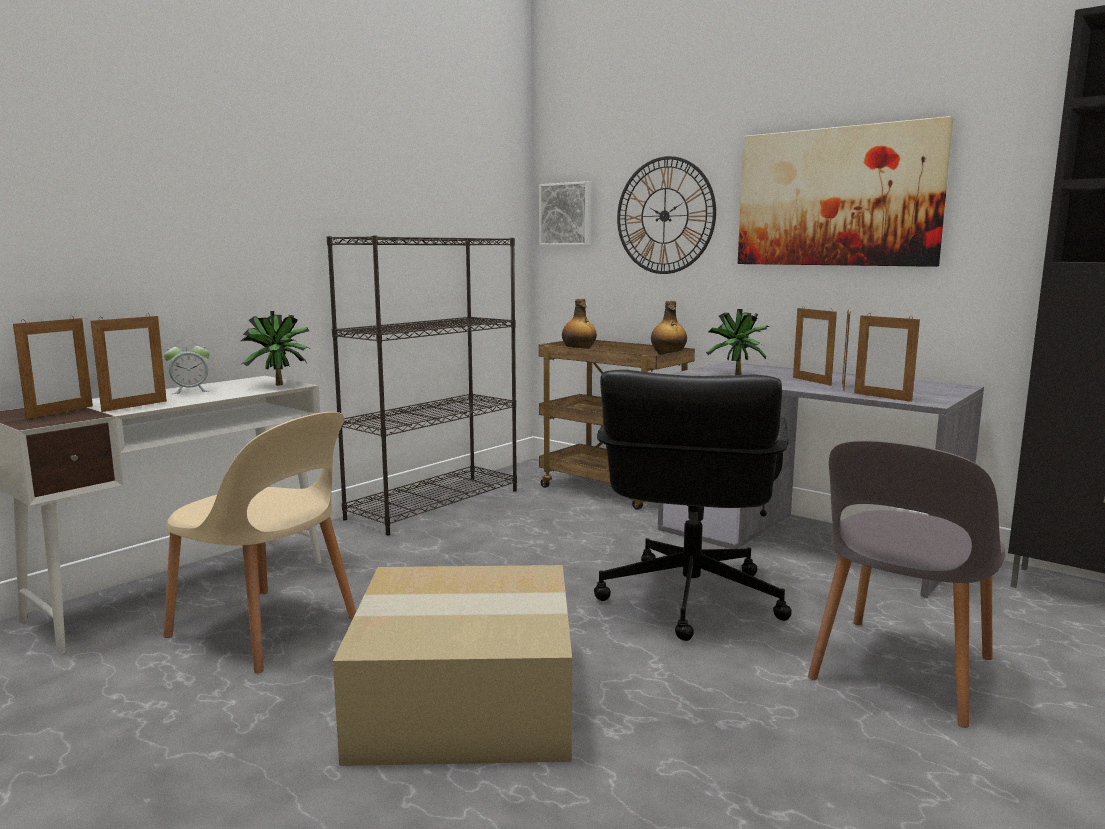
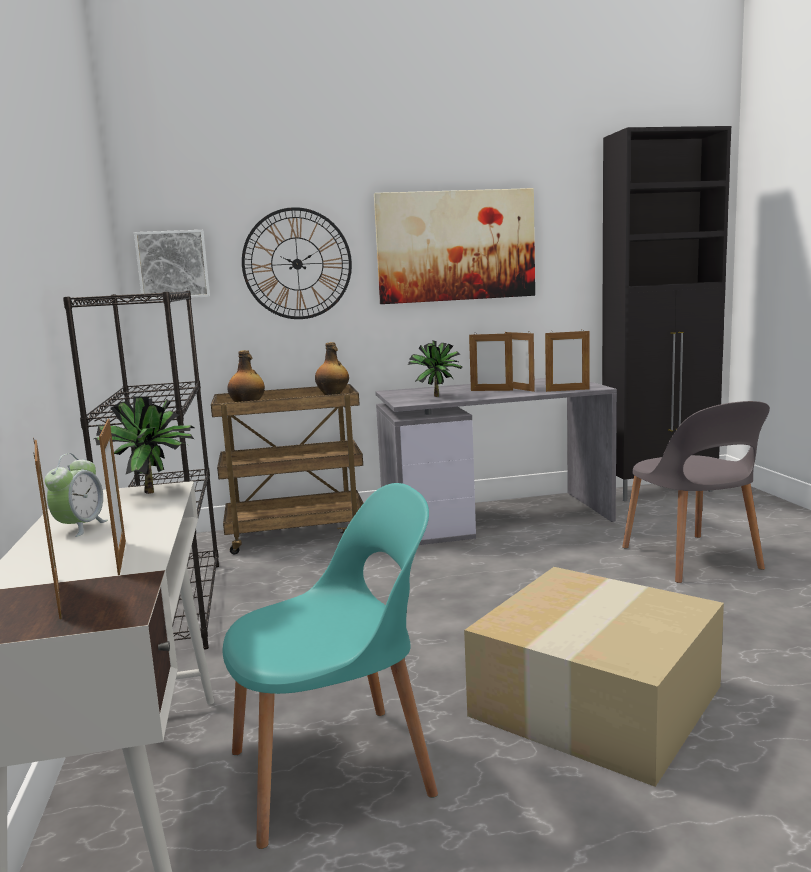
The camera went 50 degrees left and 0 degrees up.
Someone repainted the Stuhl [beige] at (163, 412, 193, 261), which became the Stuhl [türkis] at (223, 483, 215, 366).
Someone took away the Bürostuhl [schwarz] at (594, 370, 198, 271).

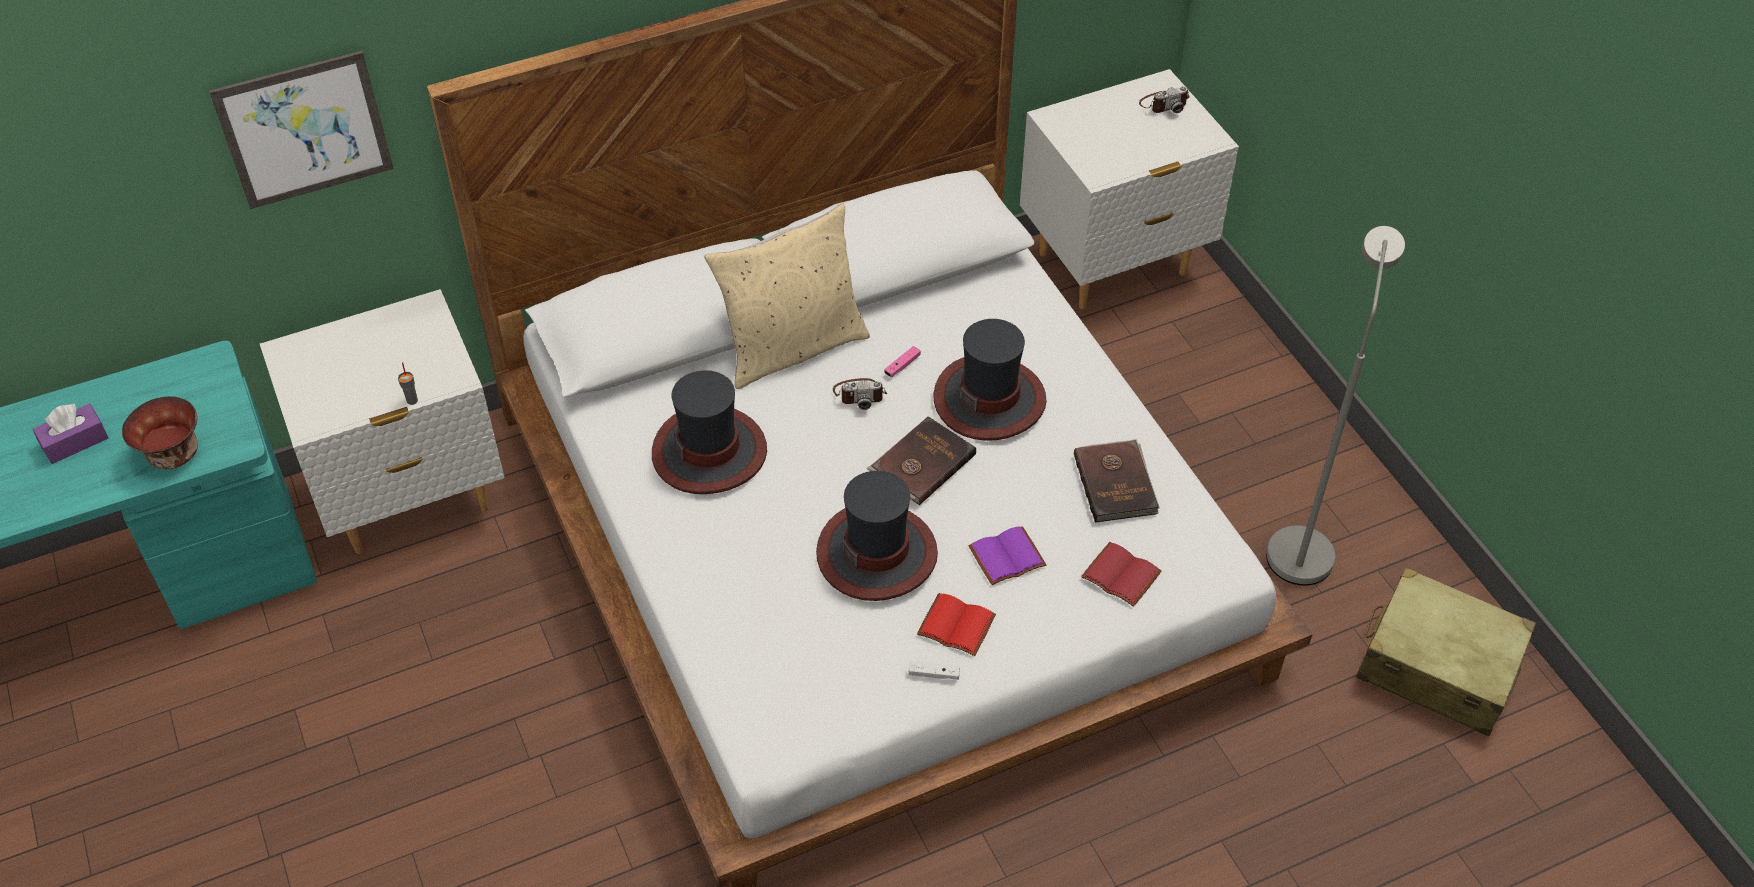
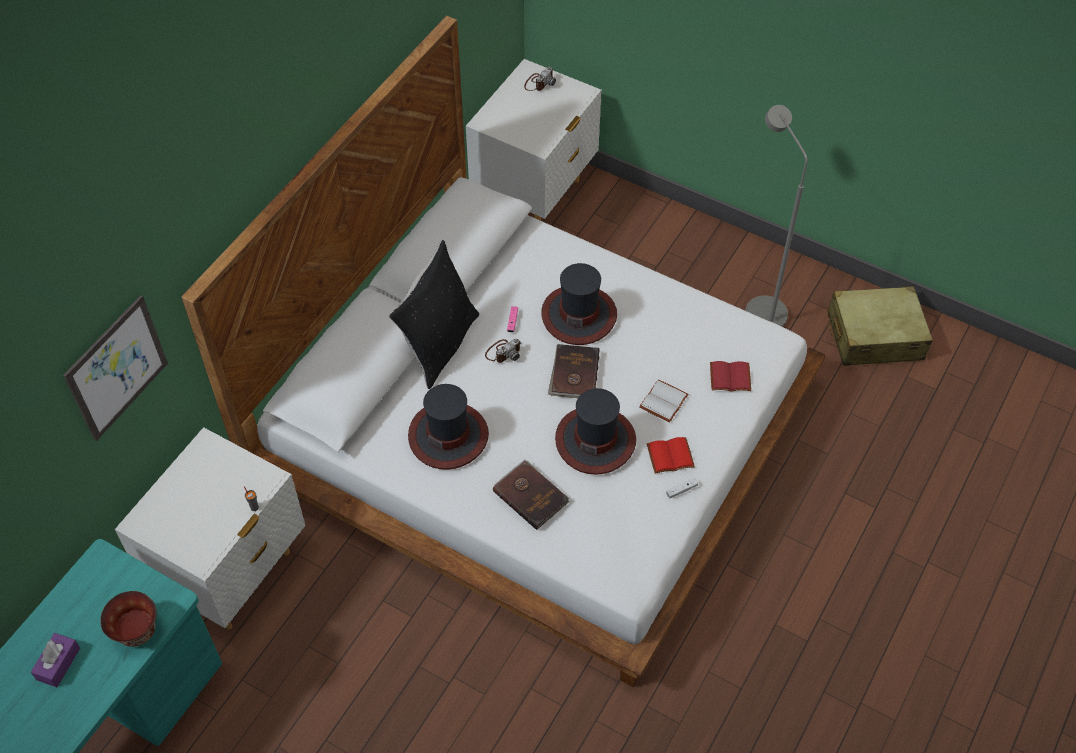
The camera went 35 degrees left and 5 degrees up.
Someone repainted the Kissen [beige] at (704, 204, 166, 185), which became the Kissen [schwarz] at (389, 240, 90, 149).
Someone repainted the Buch [lila] at (968, 526, 78, 59), which became the Buch [weiß] at (639, 379, 50, 43).
Someone carried the Buch [braun] from (1074, 439, 86, 84) to (493, 459, 77, 71).

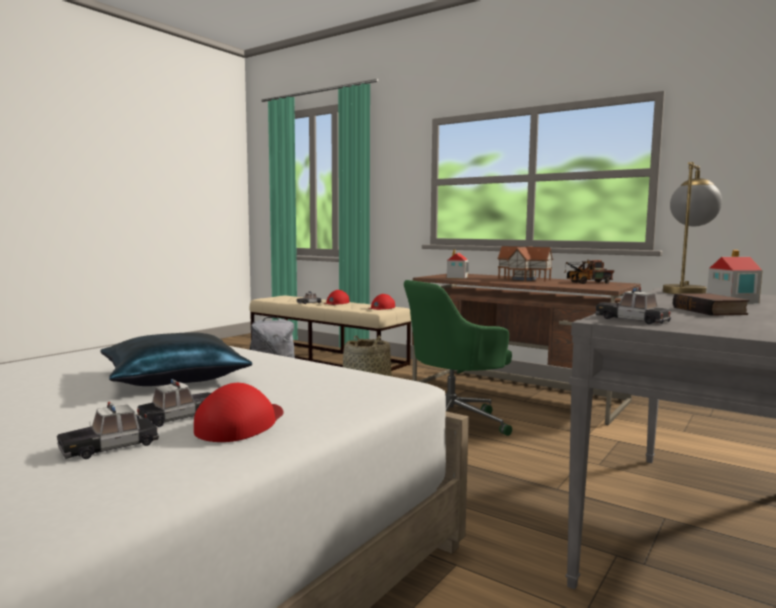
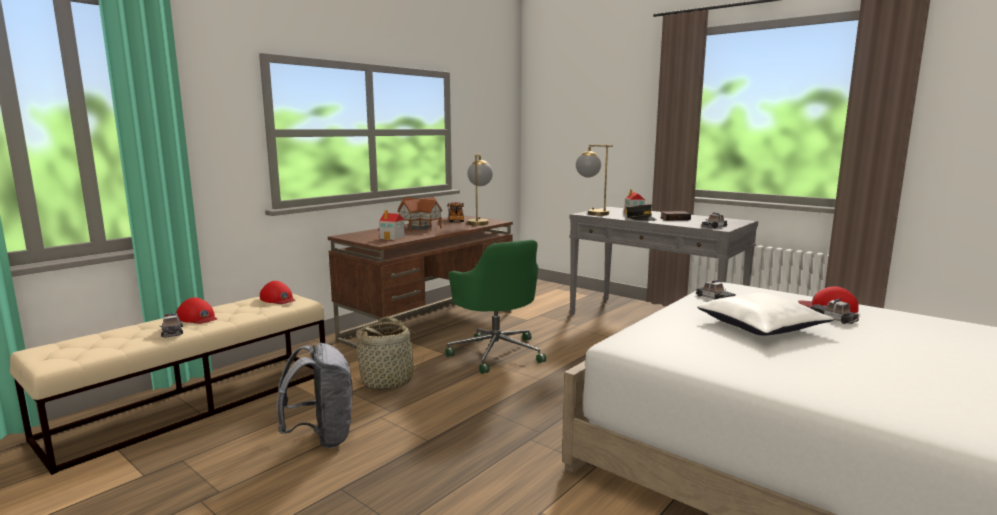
The camera went 85 degrees left and 5 degrees up.
Someone carried the Spielzeugauto from (57, 402, 102, 57) to (696, 280, 40, 19).
Someone repainted the Kissen [blau] at (100, 332, 152, 54), which became the Kissen [weiß] at (697, 293, 138, 43).
Someone put down the Tischlampe at (467, 153, 26, 73).
Someone put down the Kappe [grau] at (626, 204, 30, 17).

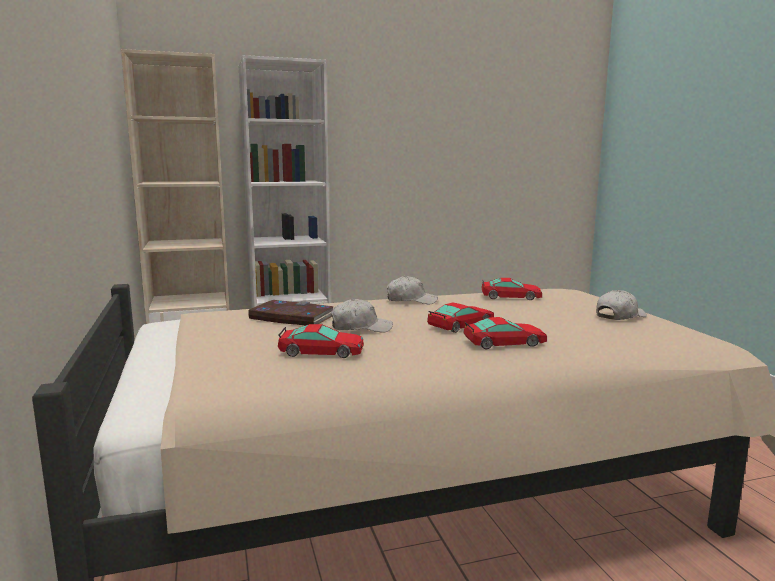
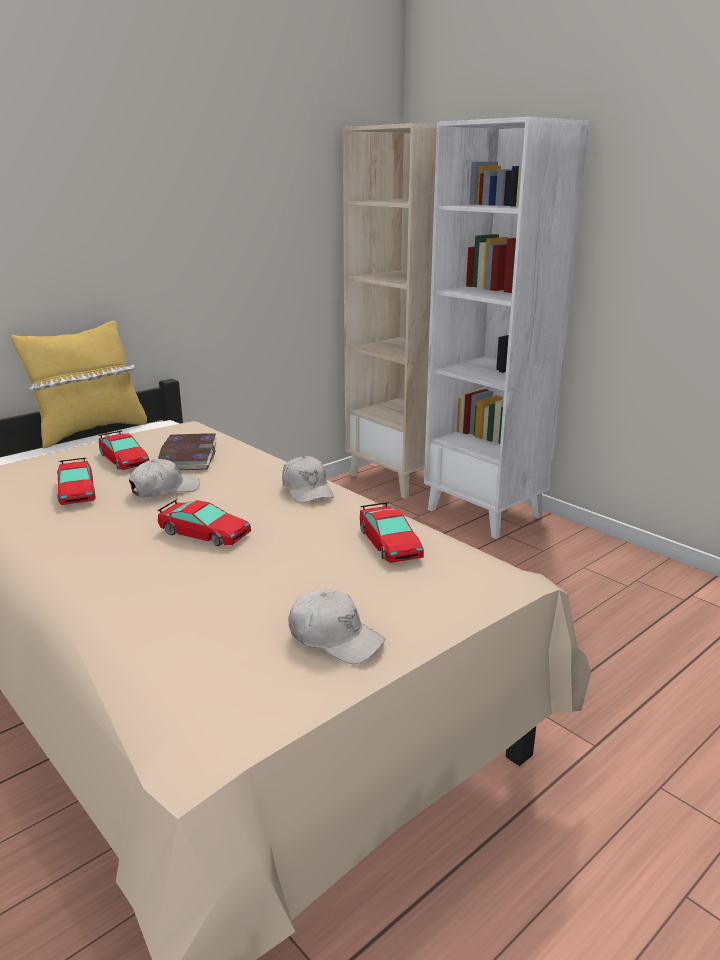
The camera went 65 degrees right and 10 degrees up.
Someone rotated the Kappe [weiß] at (331, 299, 62, 34) by 90 degrees counterclockwise.
Someone carried the Spielzeugauto from (463, 317, 84, 32) to (98, 431, 52, 39).
Someone put down the Kissen [gelb] at (11, 321, 136, 127).

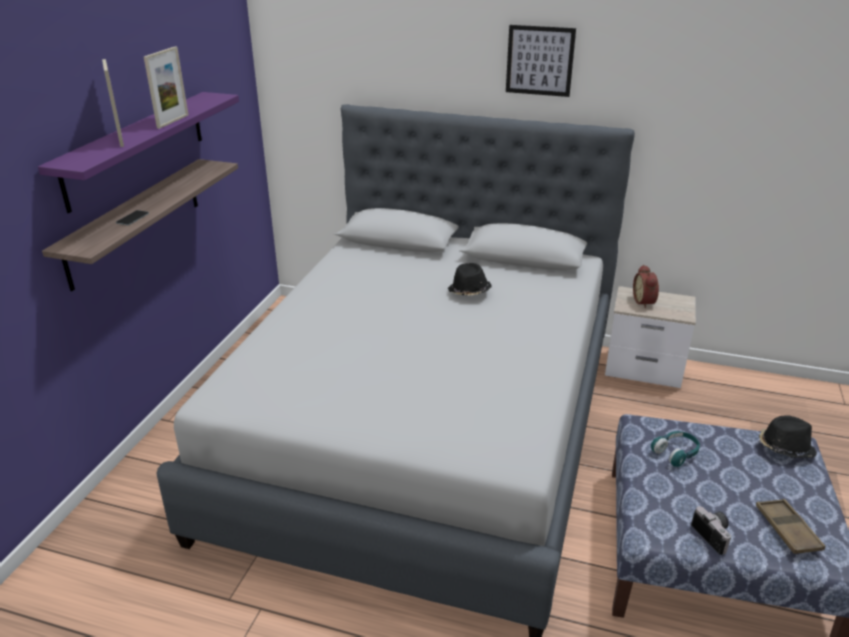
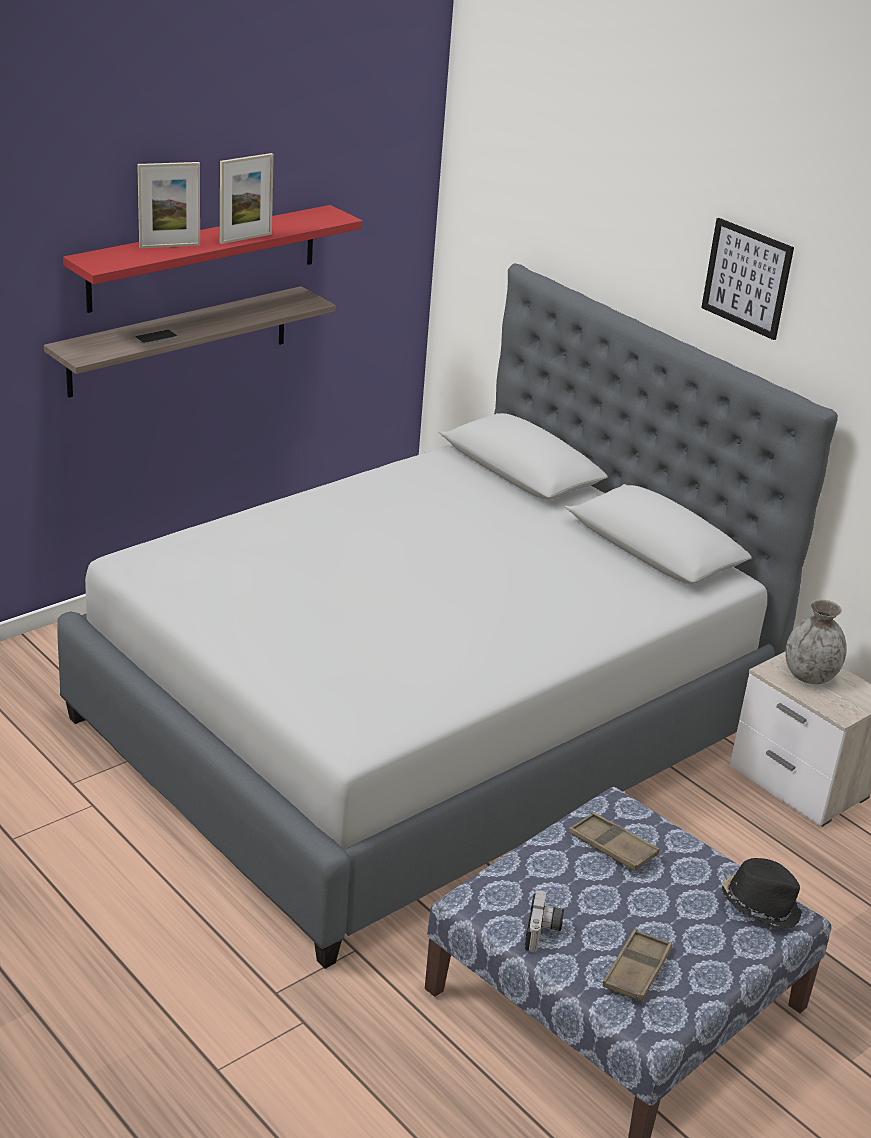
The camera went 30 degrees right and 0 degrees up.
Someone repainted the Wandregal [lila] at (38, 92, 201, 121), which became the Wandregal [rot] at (63, 205, 299, 108).
Someone rotated the Bilderrahmen at (102, 59, 22, 88) by 120 degrees counterclockwise.
Someone took away the Hut [schwarz] at (448, 263, 44, 33).
Someone swapped the Wecker at (633, 265, 26, 44) for the Vase [grau] at (785, 599, 61, 85).
Someone swapped the Kopfhörer [türkis] at (651, 431, 49, 36) for the Tablett [braun] at (569, 812, 91, 59).

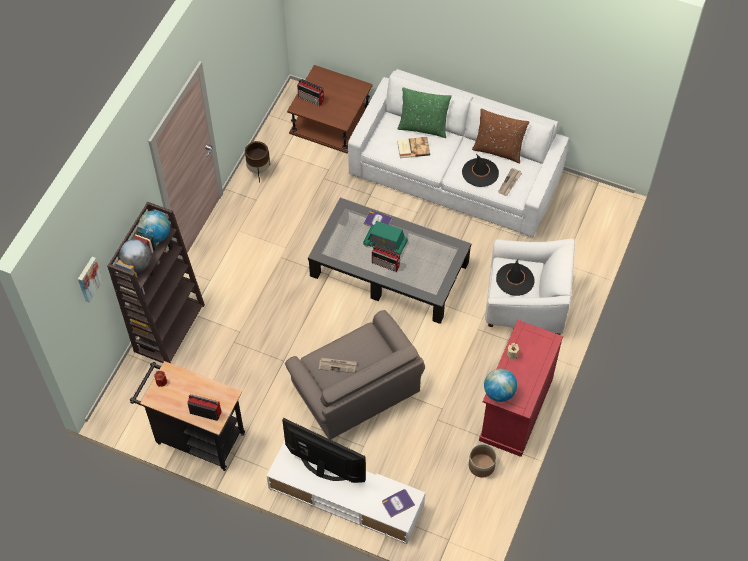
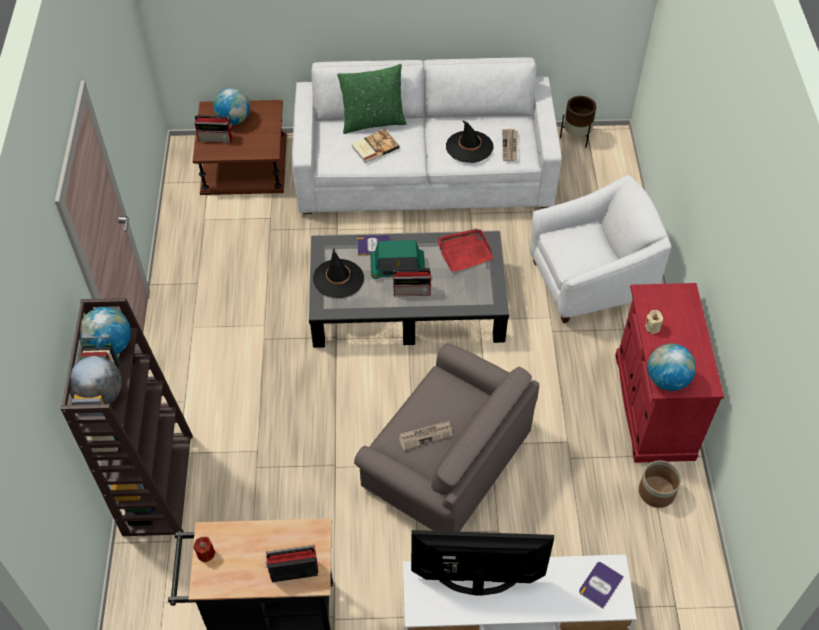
The camera went 25 degrees left and 5 degrees down.
Someone took away the Bild at (78, 257, 25, 46).
Someone carried the Pflanzkübel [braun] from (245, 141, 25, 41) to (560, 96, 36, 52).
Someone took away the Kissen [braun] at (472, 109, 57, 54).
Someone carried the Hut [schwarz] from (496, 259, 39, 37) to (313, 248, 51, 50).
Someone put down the Globus at (213, 88, 37, 37).
Someone put down the Tablett [rot] at (437, 229, 56, 43).

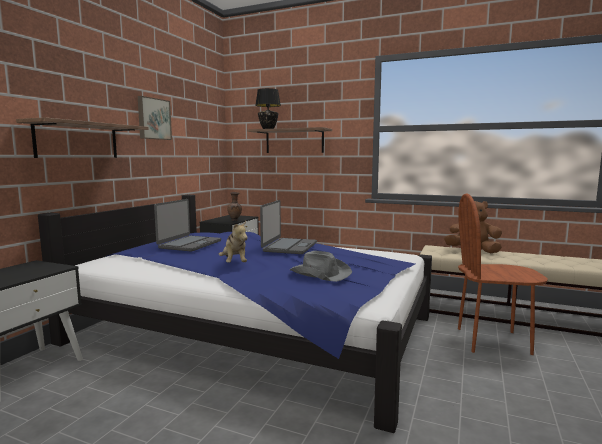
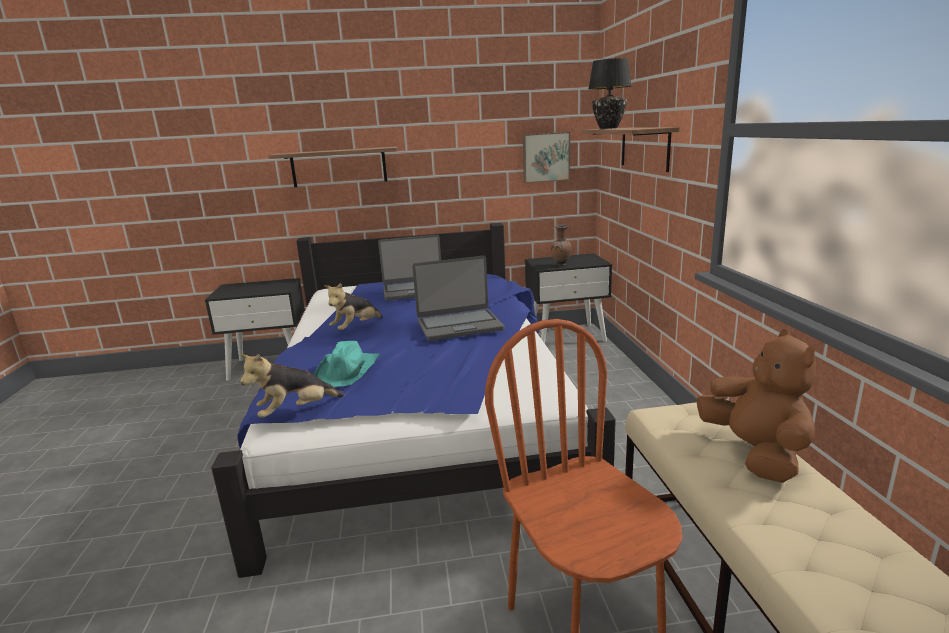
The camera went 60 degrees right and 10 degrees up.
Someone carried the Bild from (138, 96, 34, 44) to (523, 132, 47, 51).
Someone repainted the Hut [grau] at (290, 251, 62, 31), which became the Hut [türkis] at (314, 341, 66, 46).
Someone put down the Plüschtier at (239, 354, 106, 64).

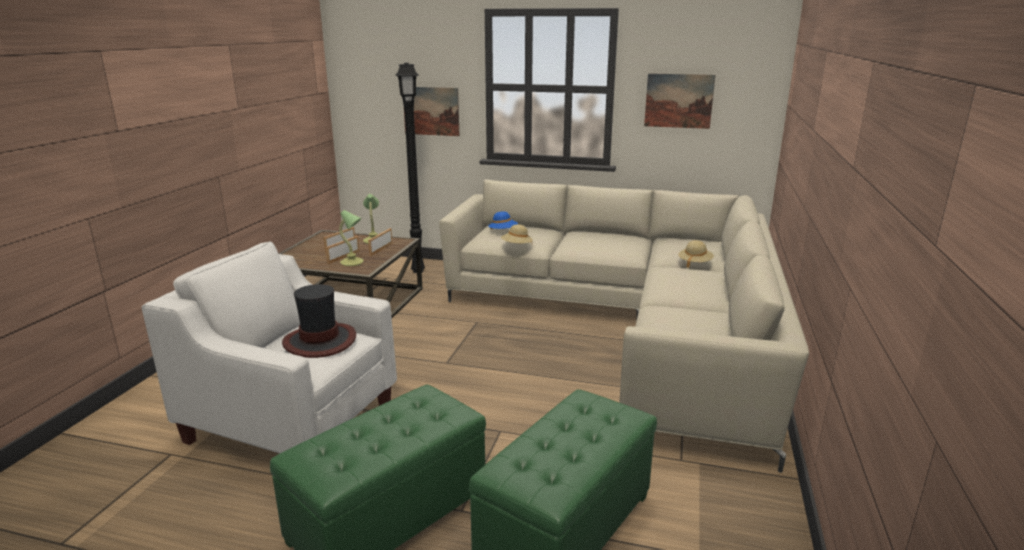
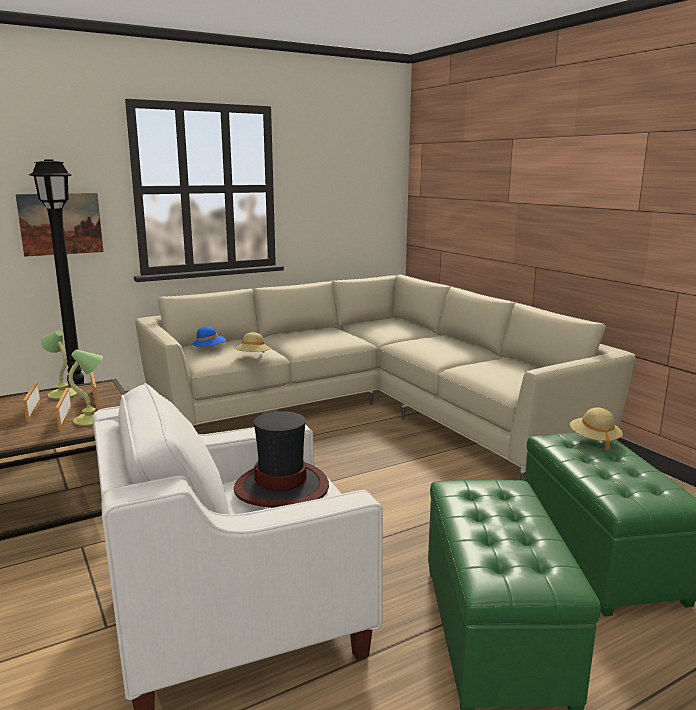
The camera went 45 degrees left and 5 degrees down.
Someone took away the Bild at (644, 74, 72, 55).
Someone carried the Hut [beige] from (678, 240, 36, 28) to (570, 408, 53, 43).

